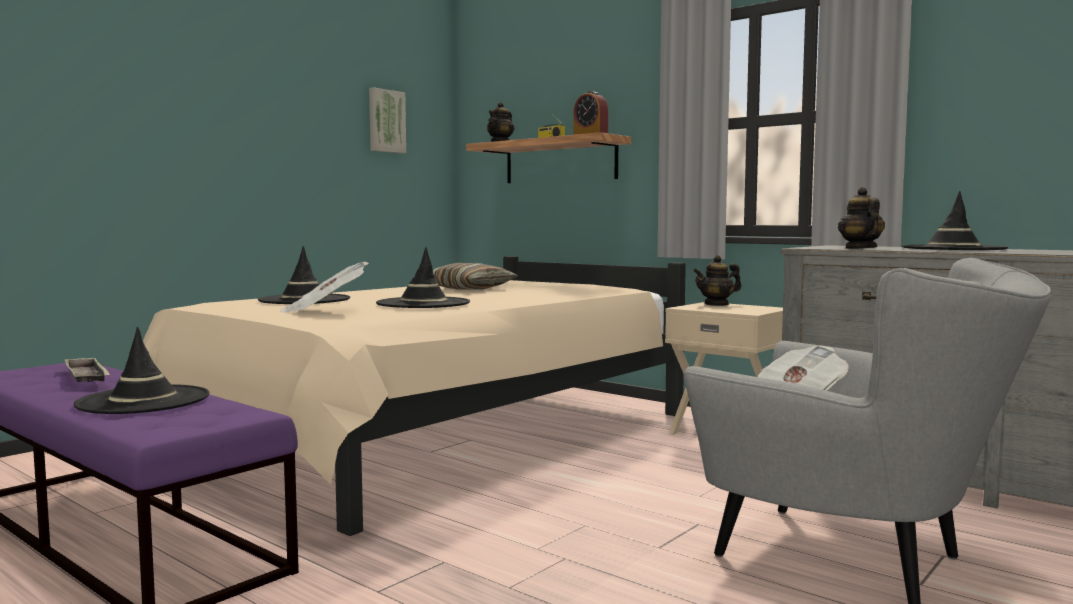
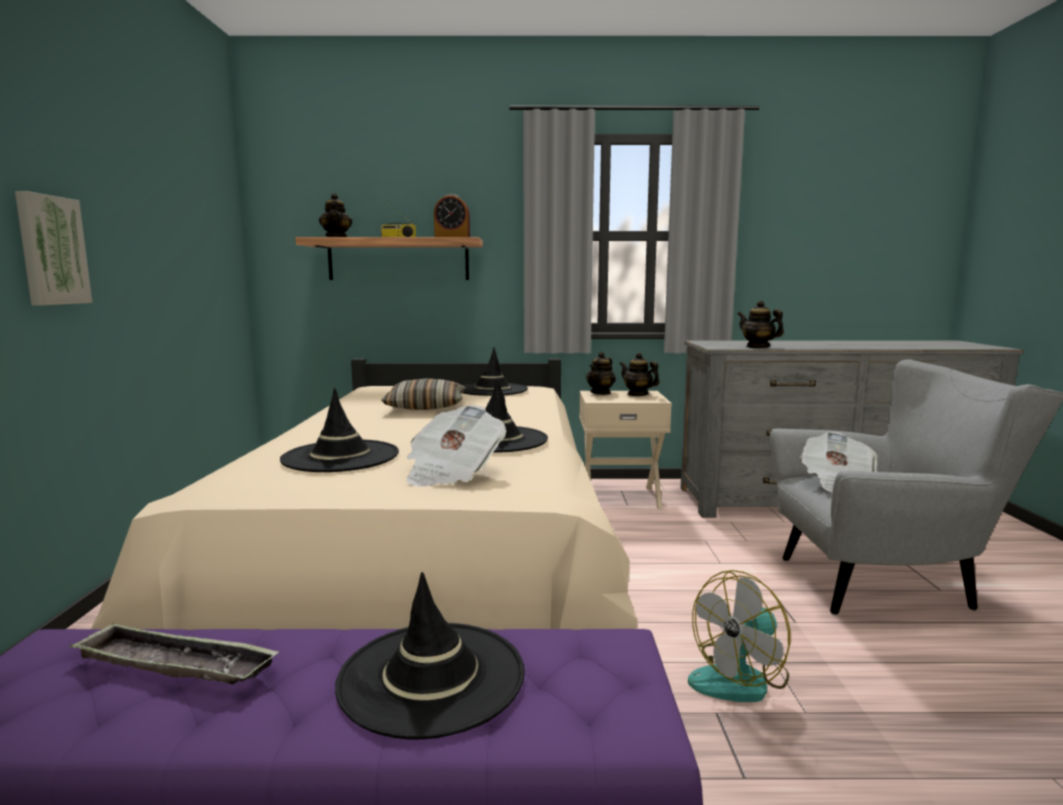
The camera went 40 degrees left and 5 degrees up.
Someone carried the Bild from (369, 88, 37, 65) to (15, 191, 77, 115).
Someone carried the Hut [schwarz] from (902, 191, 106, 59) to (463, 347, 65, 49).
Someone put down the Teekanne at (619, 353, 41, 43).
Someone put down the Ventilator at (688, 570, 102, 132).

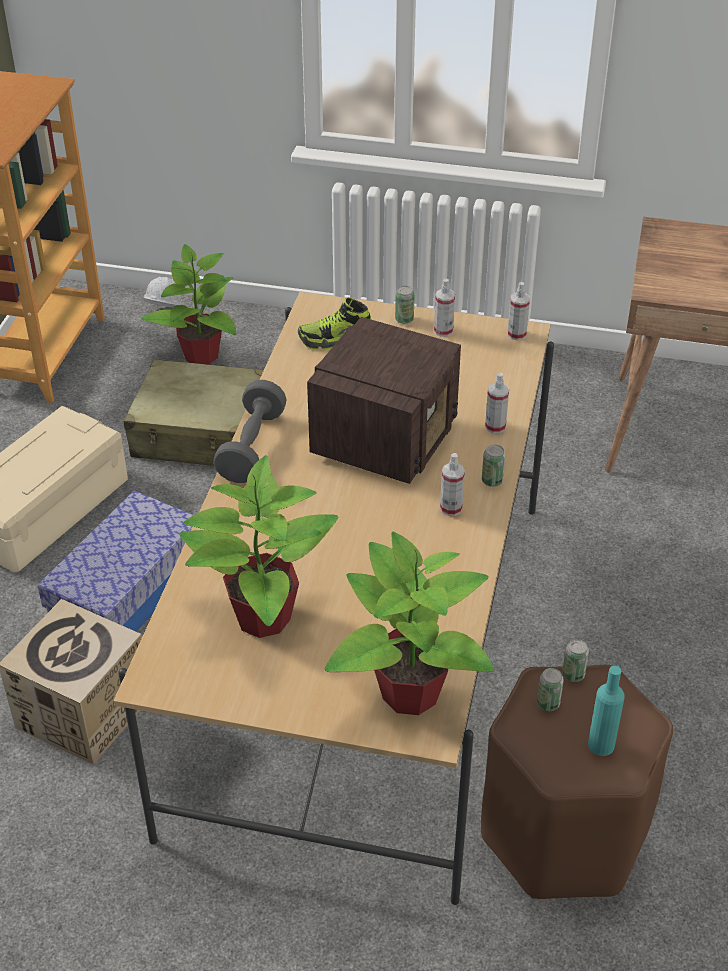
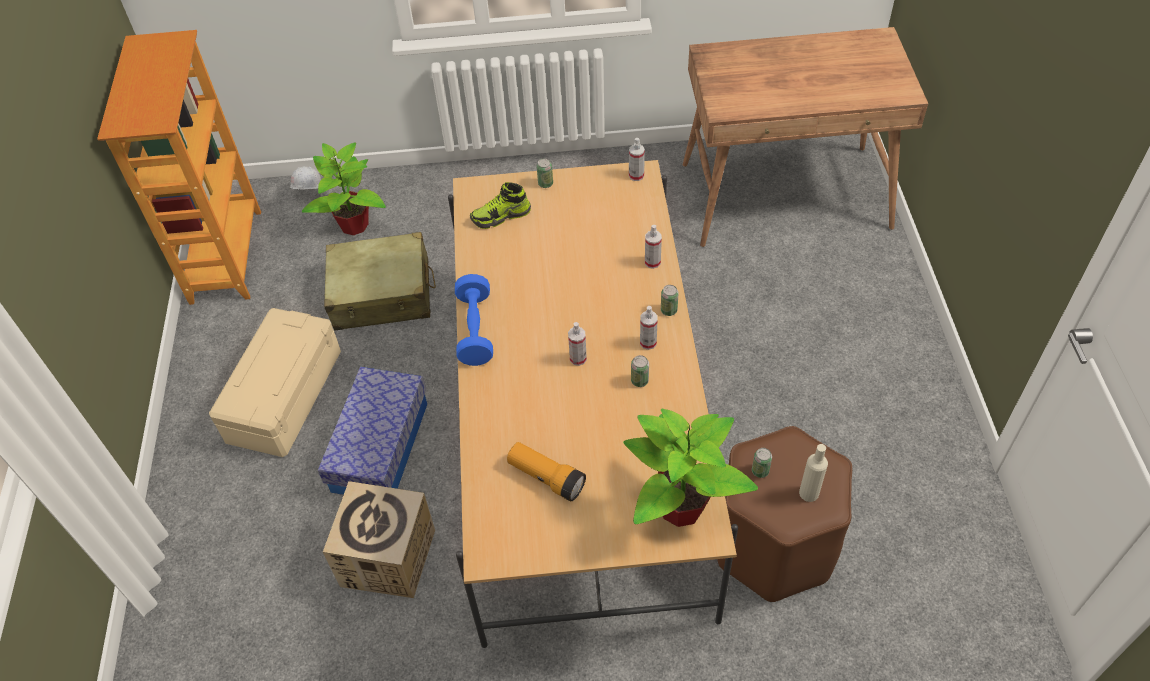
The camera went 15 degrees left and 10 degrees up.
Someone swapped the Topfpflanze at (179, 455, 159, 183) for the Taschenlampe at (507, 442, 79, 59).
Someone repainted the Hantel [grau] at (213, 380, 74, 103), which became the Hantel [blau] at (455, 274, 38, 92).
Someone took away the Radio at (307, 317, 154, 167).
Someone carried the Sprühflasche from (434, 278, 21, 59) to (568, 322, 19, 44).
Someone carried the Dose from (562, 639, 27, 43) to (631, 355, 18, 32).
Someone repainted the Flasche [türkis] at (588, 666, 37, 90), which became the Flasche [beige] at (799, 444, 29, 58).

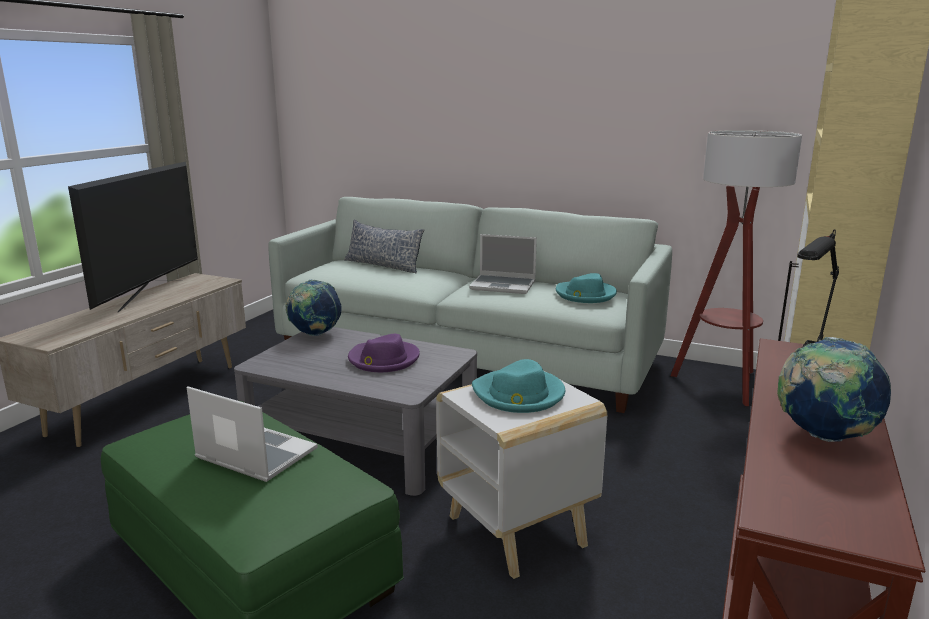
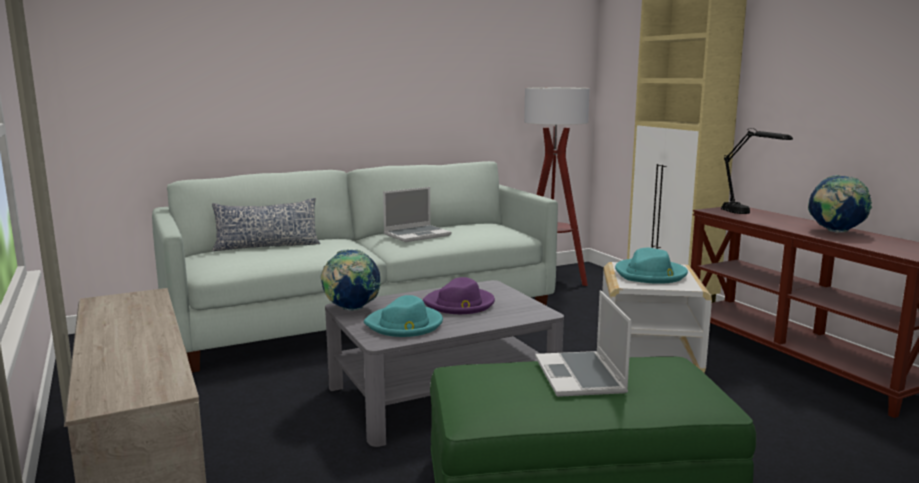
The camera went 50 degrees left and 5 degrees down.
Someone took away the Fernseher at (68, 161, 130, 152).
Someone rotated the Laptop at (187, 386, 131, 96) by 75 degrees counterclockwise.
Someone carried the Hut [türkis] from (556, 273, 61, 30) to (364, 295, 79, 42).

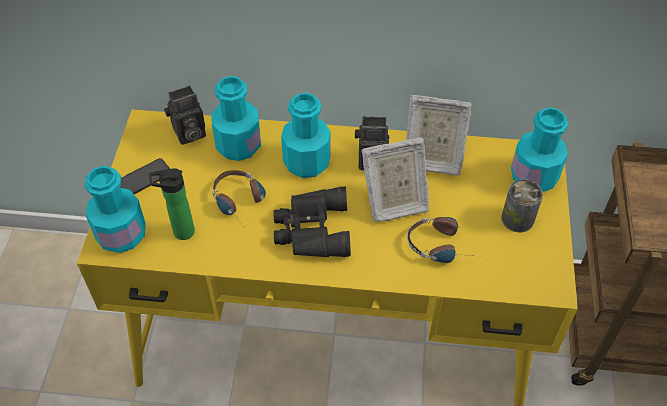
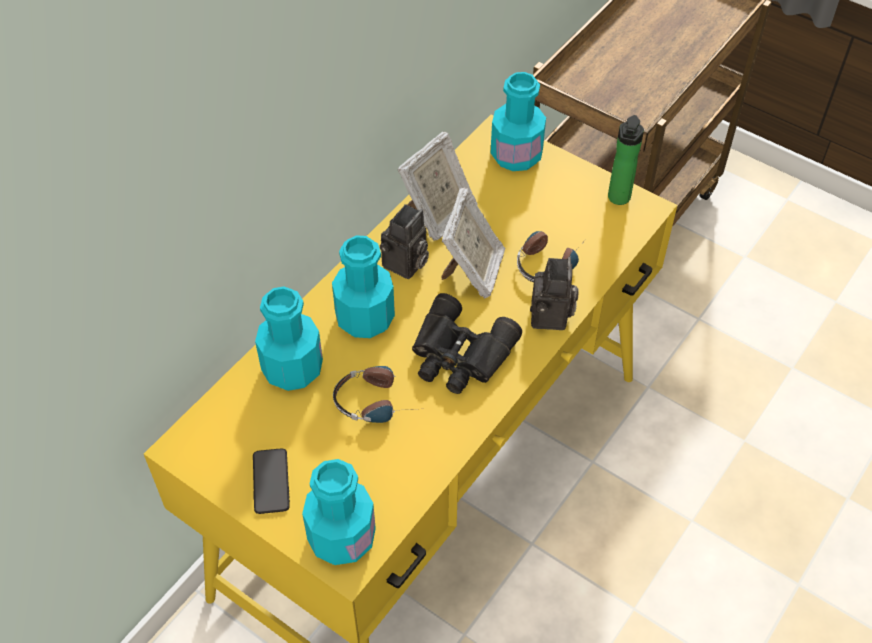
The camera went 60 degrees left and 0 degrees up.
Someone carried the Flasche from (149, 168, 46, 72) to (608, 115, 36, 90).
Someone carried the Kamera from (164, 85, 42, 60) to (530, 257, 49, 73).
Someone took away the Dose at (501, 179, 42, 53).

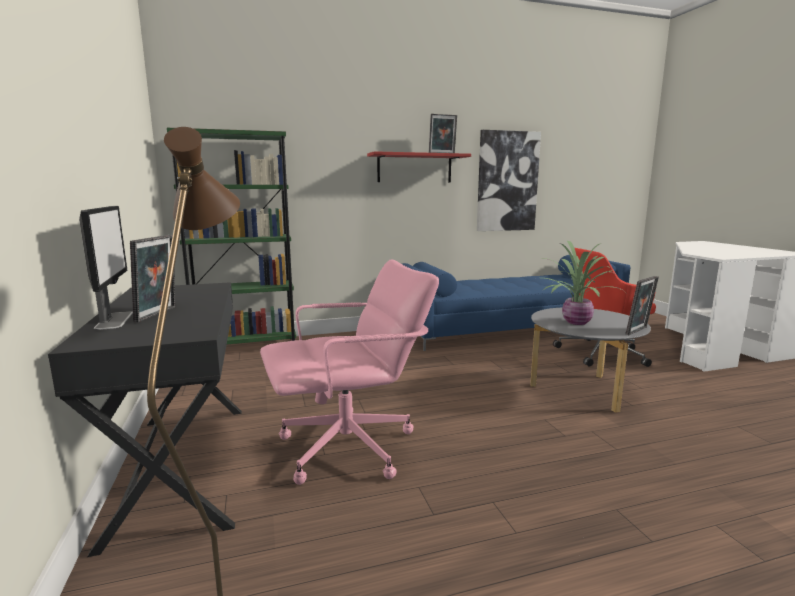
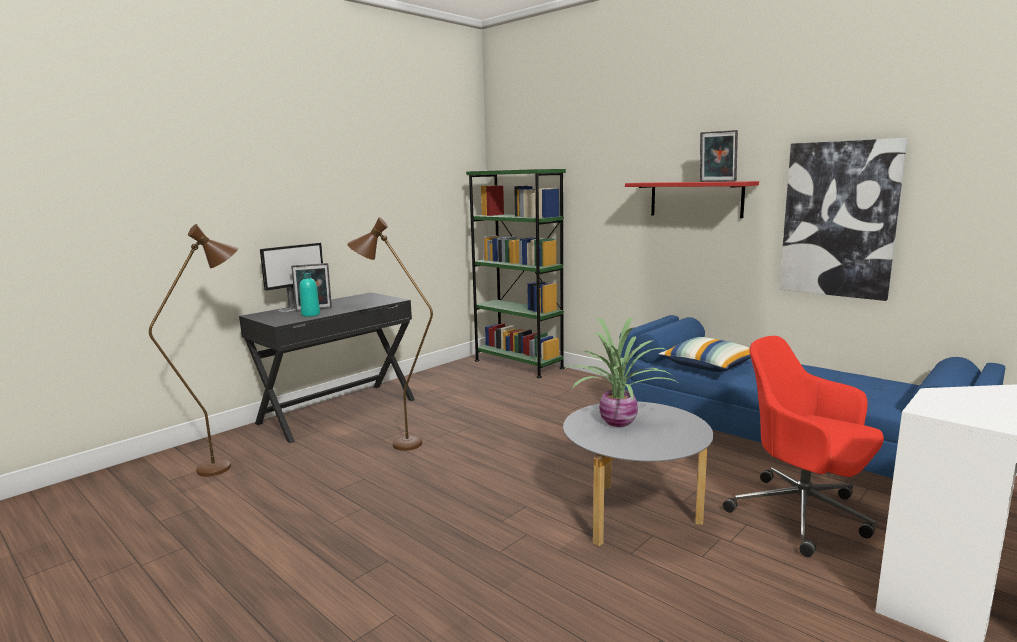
The camera went 60 degrees right and 0 degrees up.
Someone swapped the Bürostuhl [rosa] at (260, 259, 179, 226) for the Stehlampe [braun] at (347, 217, 86, 234).
Someone took away the Bilderrahmen at (626, 276, 33, 59).
Someone put down the Flasche [türkis] at (299, 272, 21, 45).
Someone put down the Kissen at (658, 337, 93, 35).

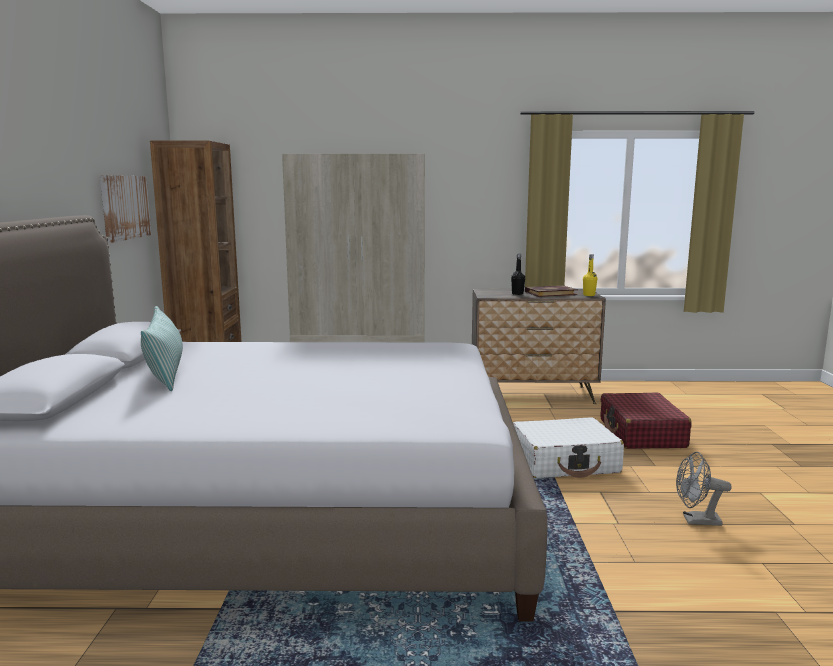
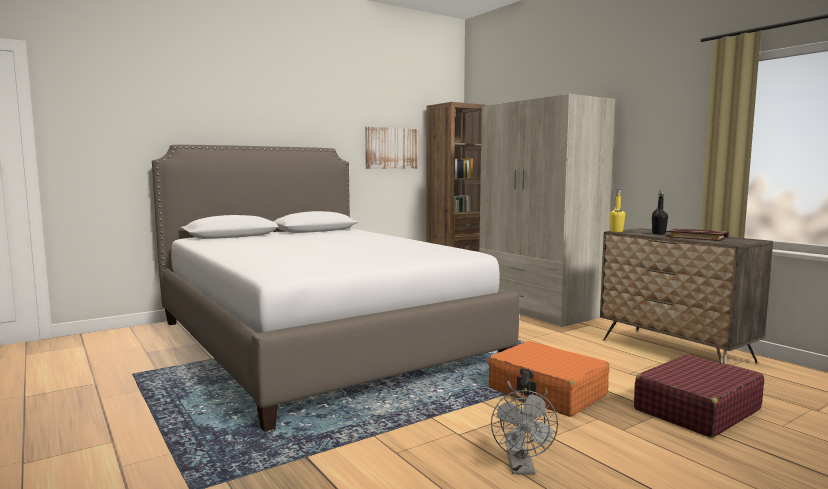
The camera went 55 degrees right and 5 degrees down.
Someone took away the Kissen at (141, 306, 42, 85).
Someone repainted the Koffer [weiß] at (513, 417, 111, 61), which became the Koffer [orange] at (488, 341, 121, 76).
Someone carried the Flasche [gelb] from (583, 254, 14, 42) to (610, 189, 15, 43).
Someone rotated the Ventilator [grau] at (676, 452, 56, 74) by 150 degrees counterclockwise.

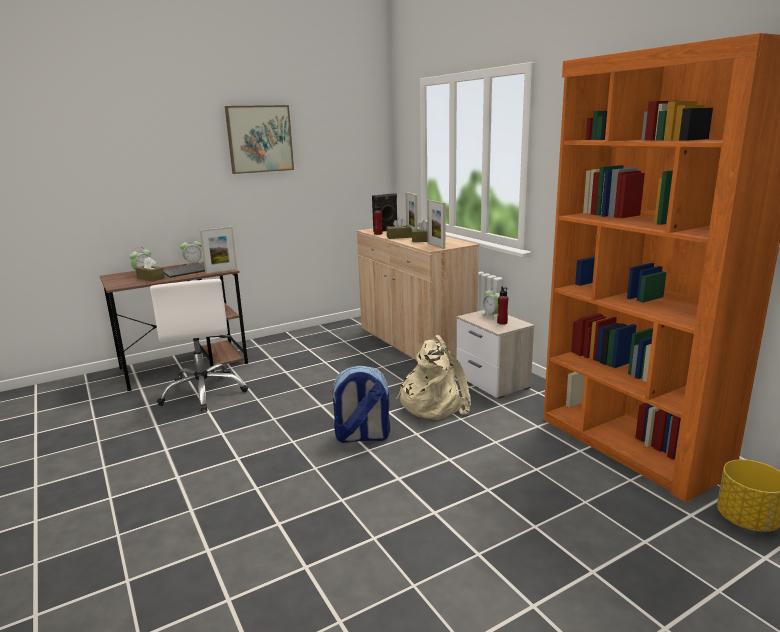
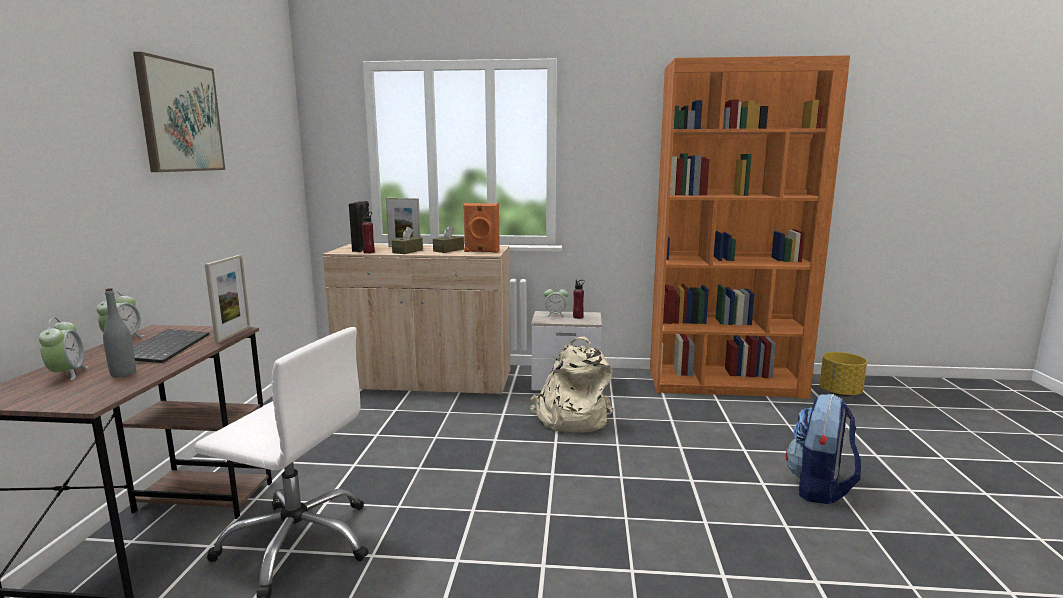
The camera went 55 degrees left and 5 degrees down.
Someone swapped the Taschentuchbox [braun] at (135, 257, 30, 25) for the Flasche [grau] at (103, 288, 33, 89).
Someone carried the Rucksack from (330, 365, 60, 78) to (786, 394, 75, 110).
Someone swapped the Bilderrahmen at (427, 200, 18, 49) for the Lautsprecher [orange] at (463, 203, 37, 50).

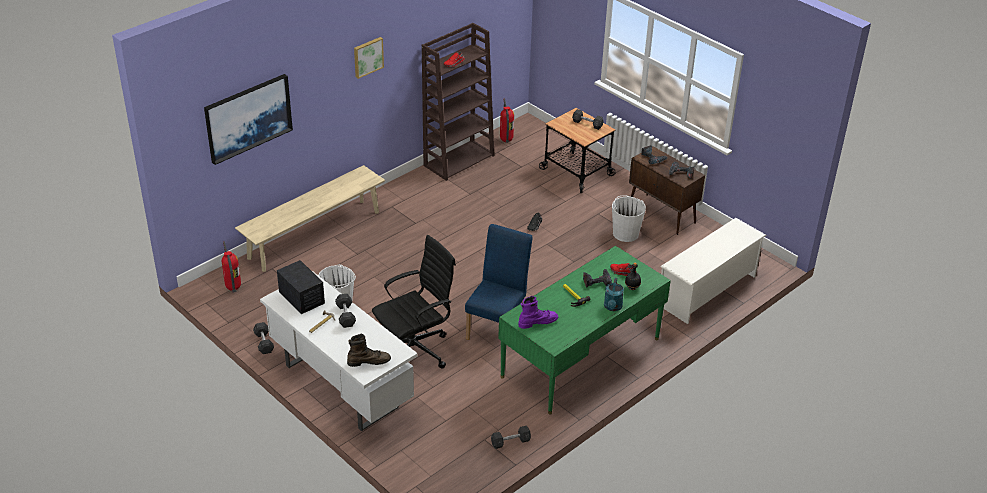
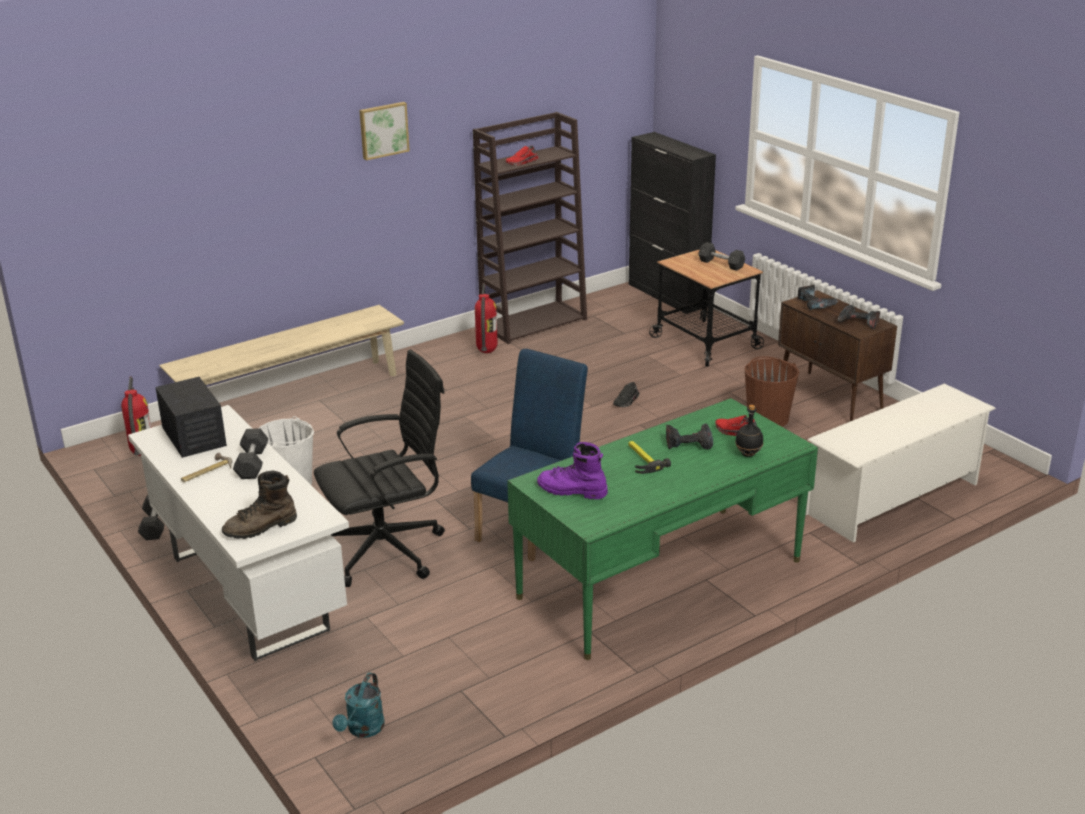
The camera went 10 degrees right and 10 degrees down.
Someone took away the Bild at (204, 74, 89, 91).
Someone rotated the Stiefel [braun] at (347, 334, 44, 33) by 150 degrees clockwise.
Someone took away the Hantel [grau] at (491, 426, 40, 23).
Someone carried the Feuerlöscher from (500, 98, 14, 45) to (475, 283, 23, 70).
Someone rotated the Stiefel [lila] at (518, 296, 40, 33) by 150 degrees counterclockwise.
Someone carried the Gießkanne [türkis] from (604, 278, 20, 33) to (332, 673, 53, 65).
Someone repainted the Eimer [weiß] at (612, 195, 34, 47), which became the Eimer [braun] at (745, 356, 54, 71).
Someone put down the Schrank [schwarz] at (629, 132, 87, 182).

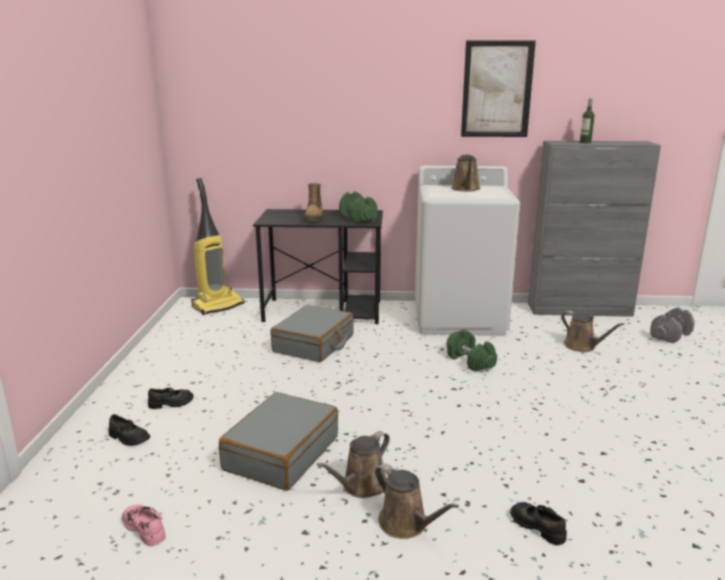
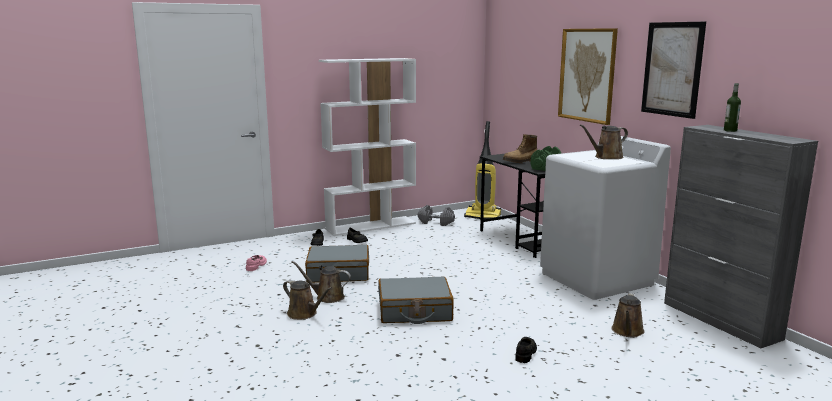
The camera went 60 degrees right and 5 degrees down.
Someone carried the Koffer [grau] from (271, 305, 83, 57) to (378, 277, 76, 47).
Someone rotated the Gießkanne [braun] at (375, 464, 84, 75) by 75 degrees counterclockwise.
Someone took away the Hantel [grün] at (447, 330, 50, 42).
Someone carried the Schuh [schwarz] from (510, 502, 57, 43) to (515, 337, 22, 26).
Someone carried the Hantel [grau] from (650, 307, 45, 36) to (418, 205, 37, 21).
Someone put down the Bücherregal [weiß] at (319, 58, 97, 178).
Someone put up the Bild at (558, 28, 60, 97).

